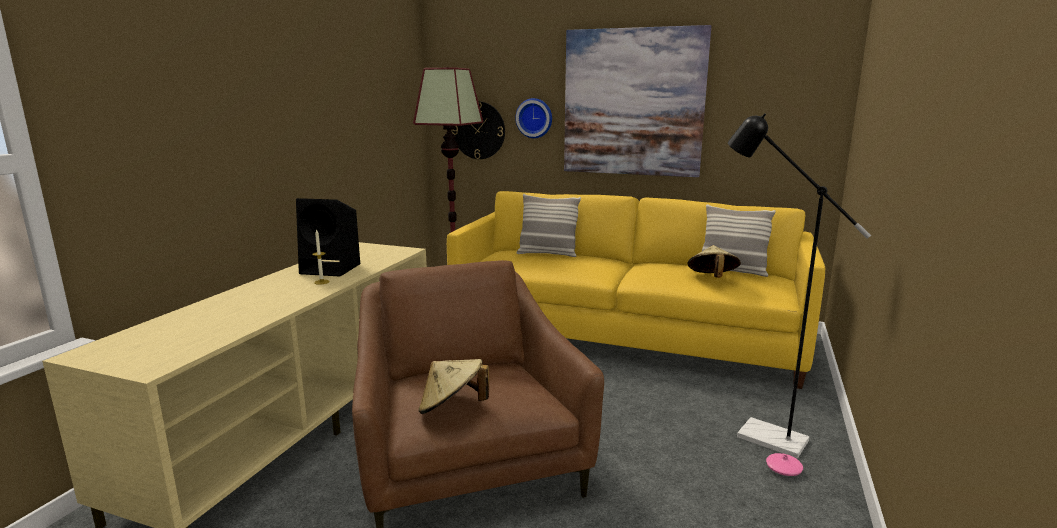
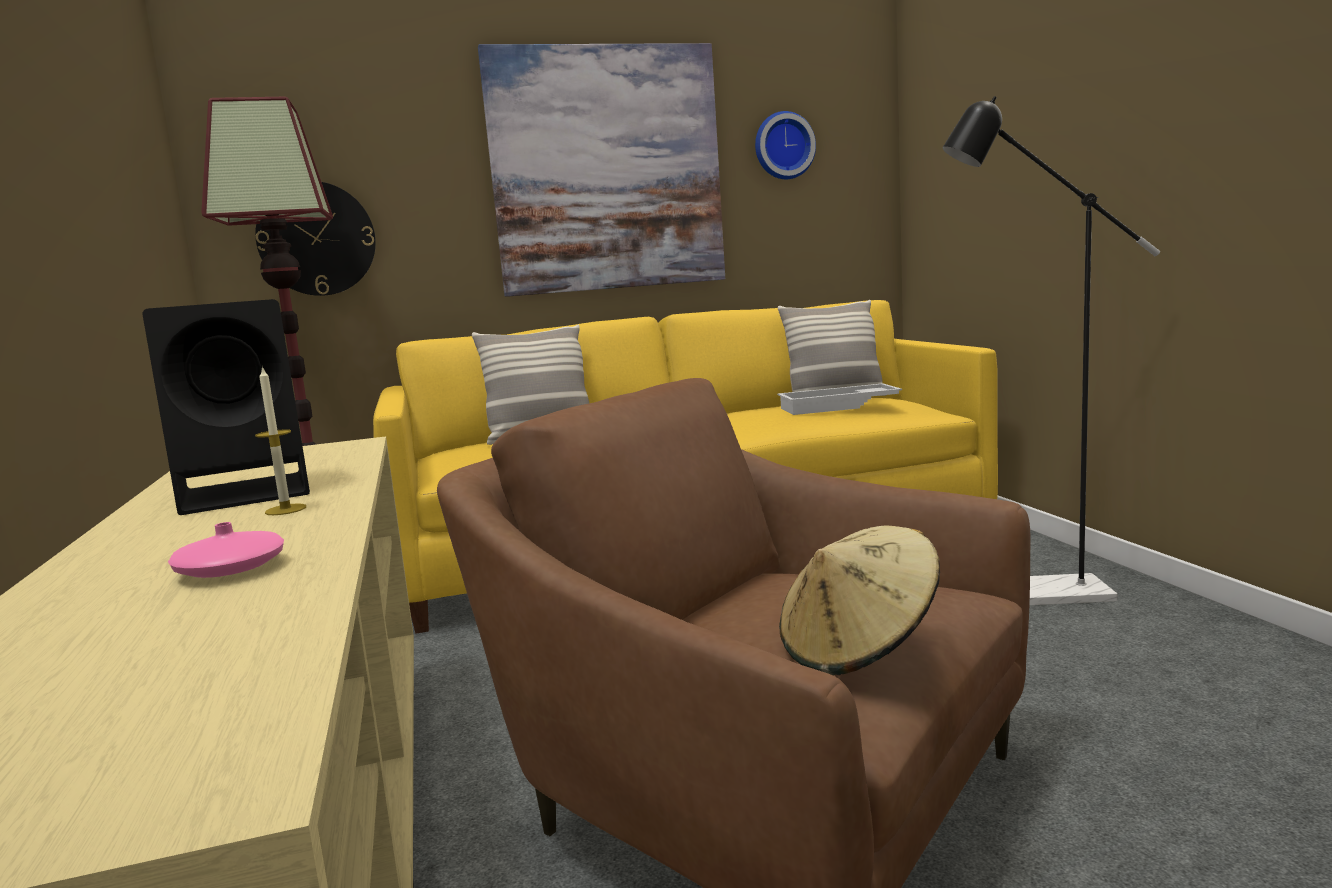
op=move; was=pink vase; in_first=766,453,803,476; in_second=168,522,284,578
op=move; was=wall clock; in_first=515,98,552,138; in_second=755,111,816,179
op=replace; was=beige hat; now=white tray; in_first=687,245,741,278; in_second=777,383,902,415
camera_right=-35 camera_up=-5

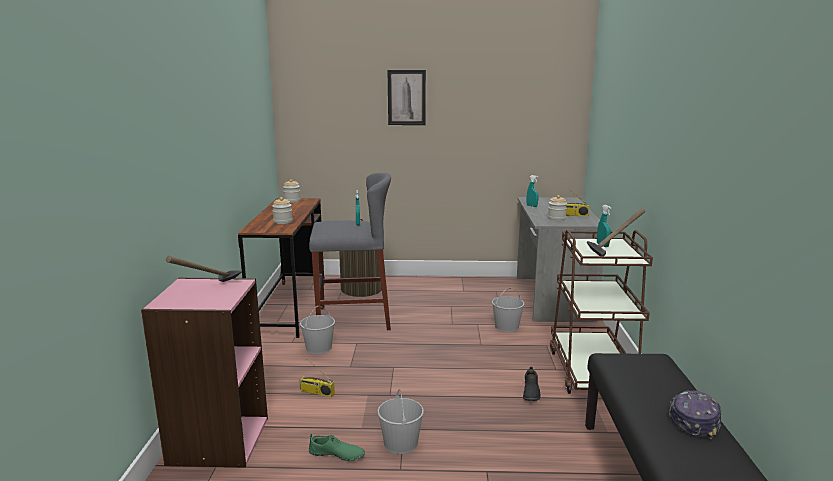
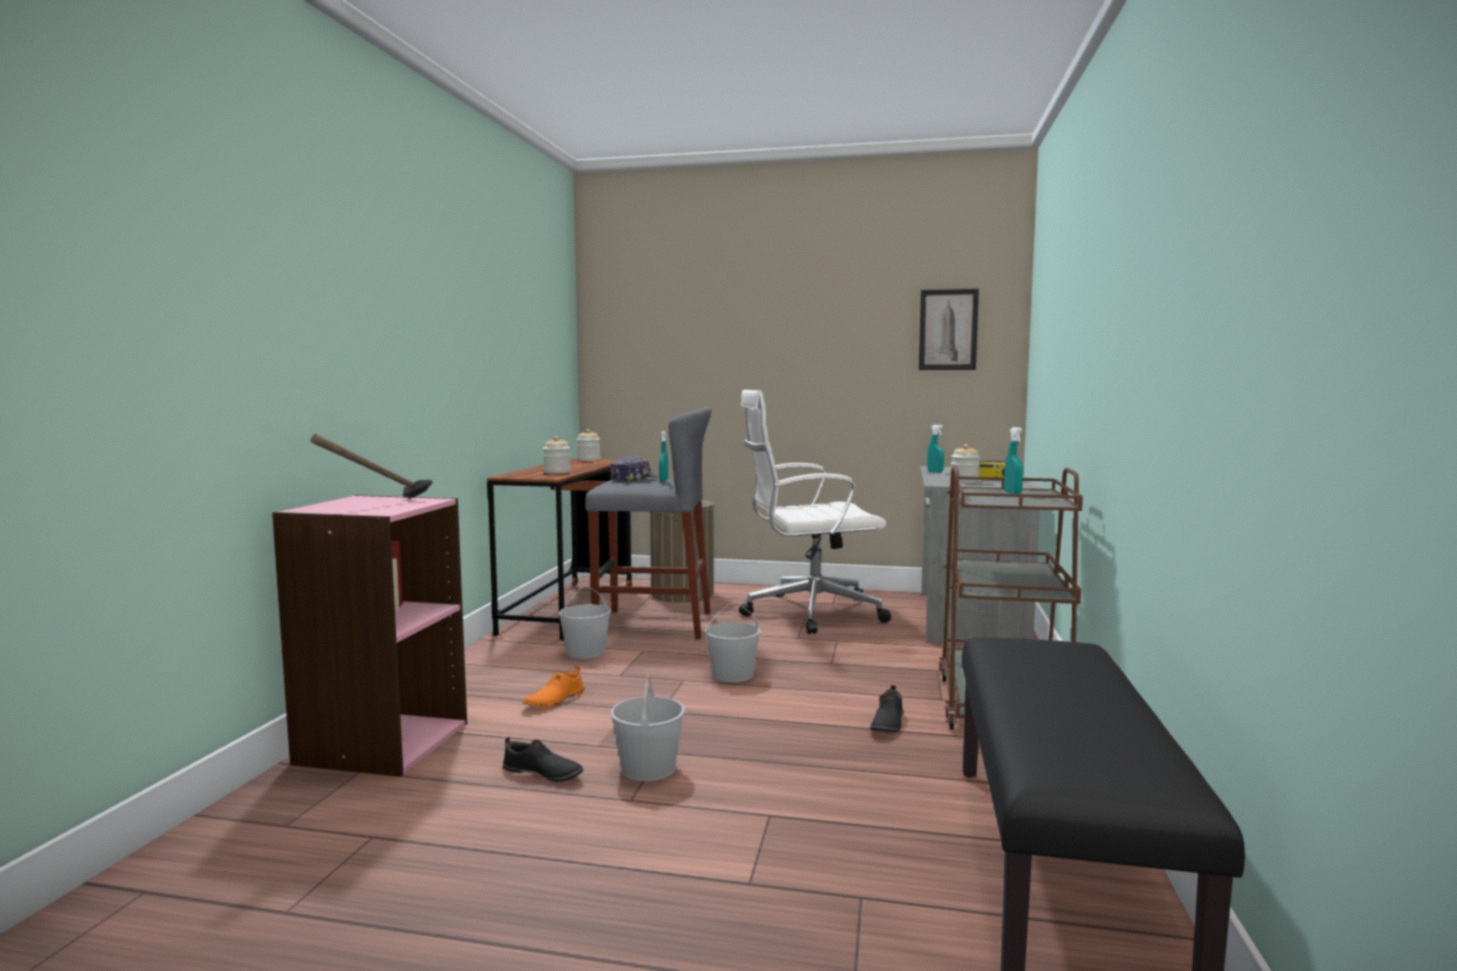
op=recolor; was=green shoe; now=black shoe; in_first=309,434,365,461; in_second=503,737,583,782
op=replace; was=radio; now=orange shoe; in_first=299,359,335,397; in_second=522,666,585,708
op=move; was=cap; in_first=669,391,722,440; in_second=610,456,658,483
op=move; was=white bucket; in_first=492,287,524,332; in_second=705,603,761,682
op=insert; now=white office chair; in_second=739,390,891,634
op=move; was=picture; in_first=388,70,426,125; in_second=919,289,979,370
op=delete; was=hammer; in_first=587,208,645,256
camera_right=10 camera_up=-10

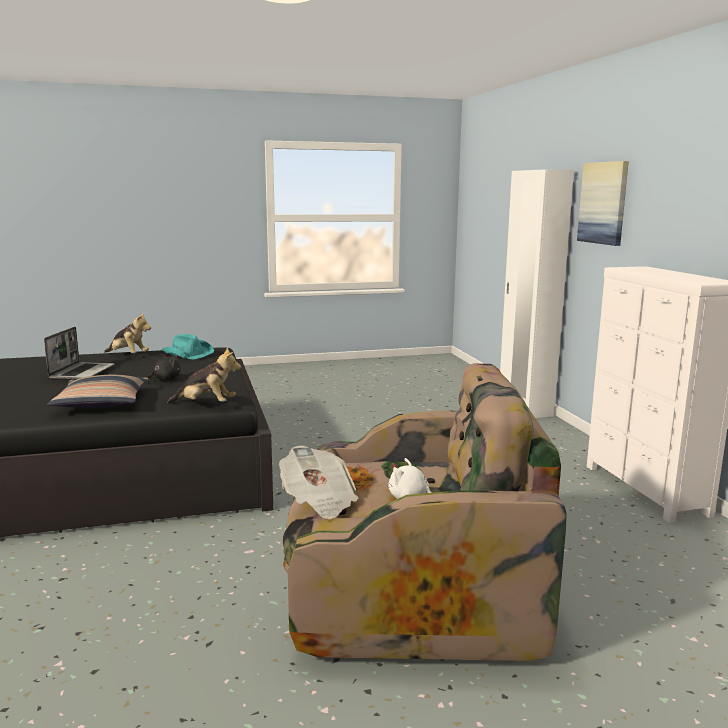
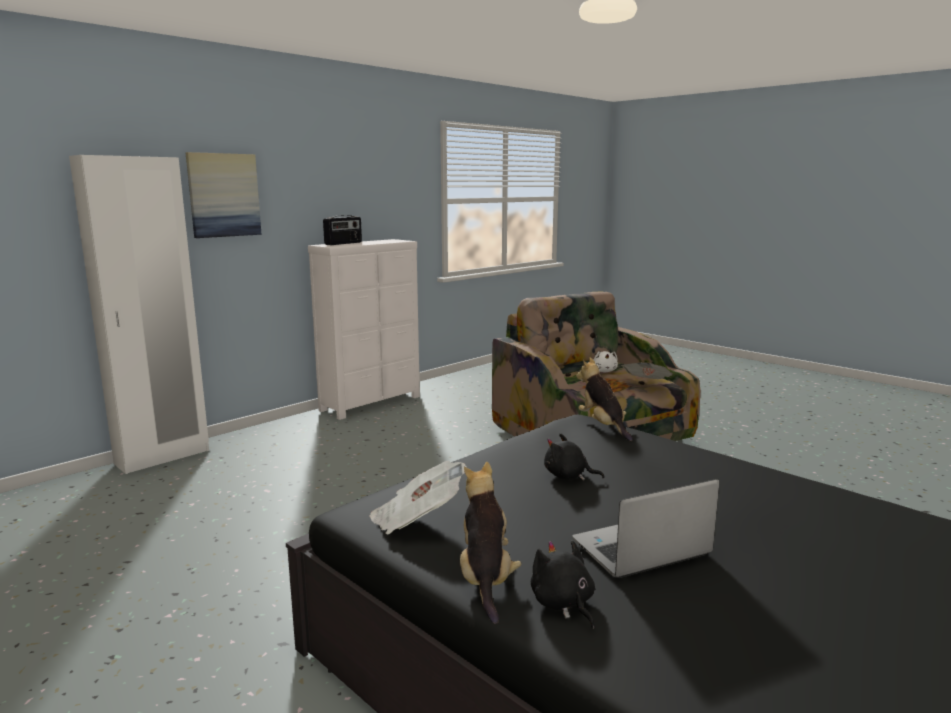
op=insert; now=radio; in_second=323,215,362,245
op=replace; was=turquoise hat; now=newspaper; in_first=161,334,214,360; in_second=369,461,467,535
op=insert; now=black plush toy; in_second=531,540,595,629
op=delete; was=pillow; in_first=47,375,149,408
camera_right=-120 camera_up=0

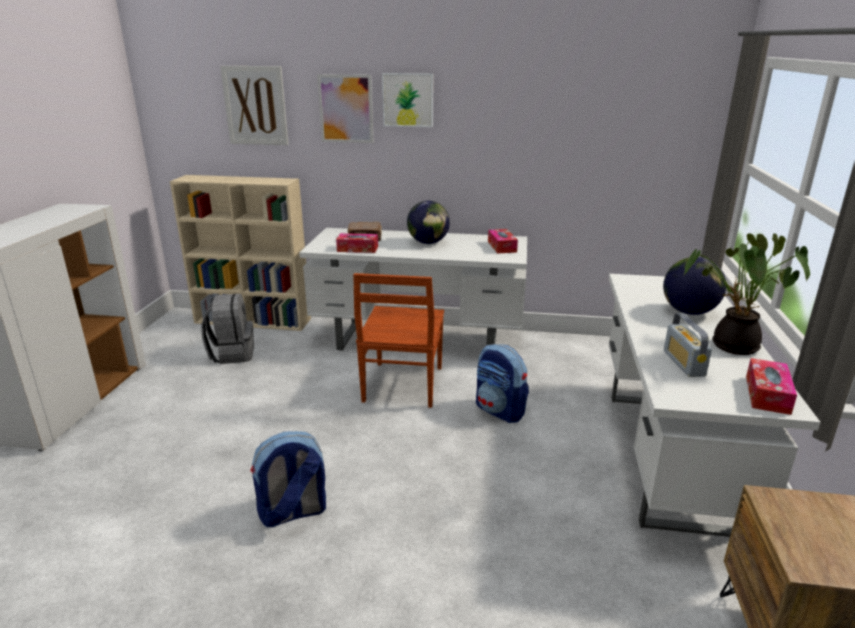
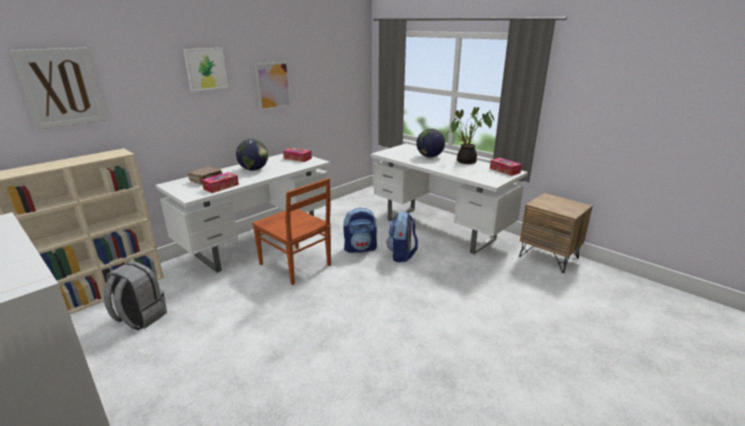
op=move; was=picture; in_first=317,74,374,143; in_second=255,61,291,111
op=move; was=backpack; in_first=250,431,326,527; in_second=387,212,418,262
op=delete; was=radio; in_first=664,313,712,377
camera_right=-55 camera_up=0

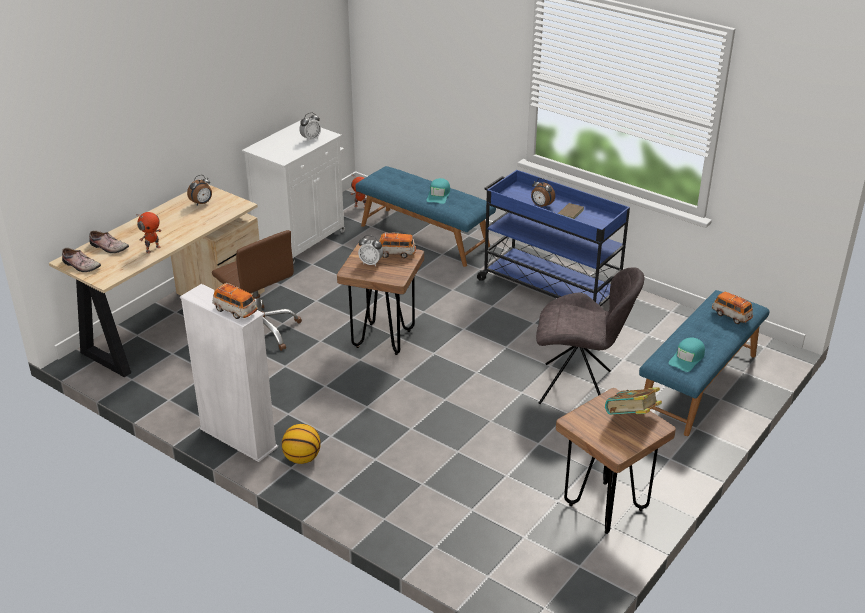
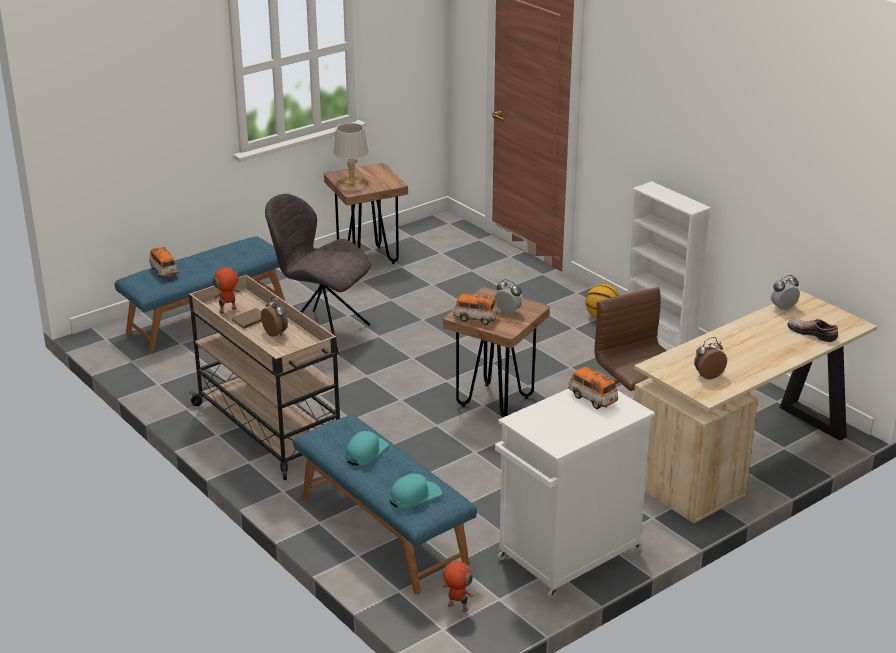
op=recolor; was=blue cart; now=beige cart; in_first=477,170,630,307; in_second=188,275,340,480
op=move; was=toy robot; in_first=136,212,161,253; in_second=213,263,241,314
op=replace; was=book; now=grey table lamp; in_first=605,387,662,415; in_second=334,123,369,184
op=move; was=turquoise cap; in_first=668,338,705,372; in_second=390,473,442,509
op=move; was=toy car; in_first=212,283,258,319; in_second=568,367,618,409
op=move; was=alarm clock; in_first=299,112,321,142; in_second=771,275,800,310
op=delete; was=shoe; in_first=62,248,101,272
camera_right=-165 camera_up=-5

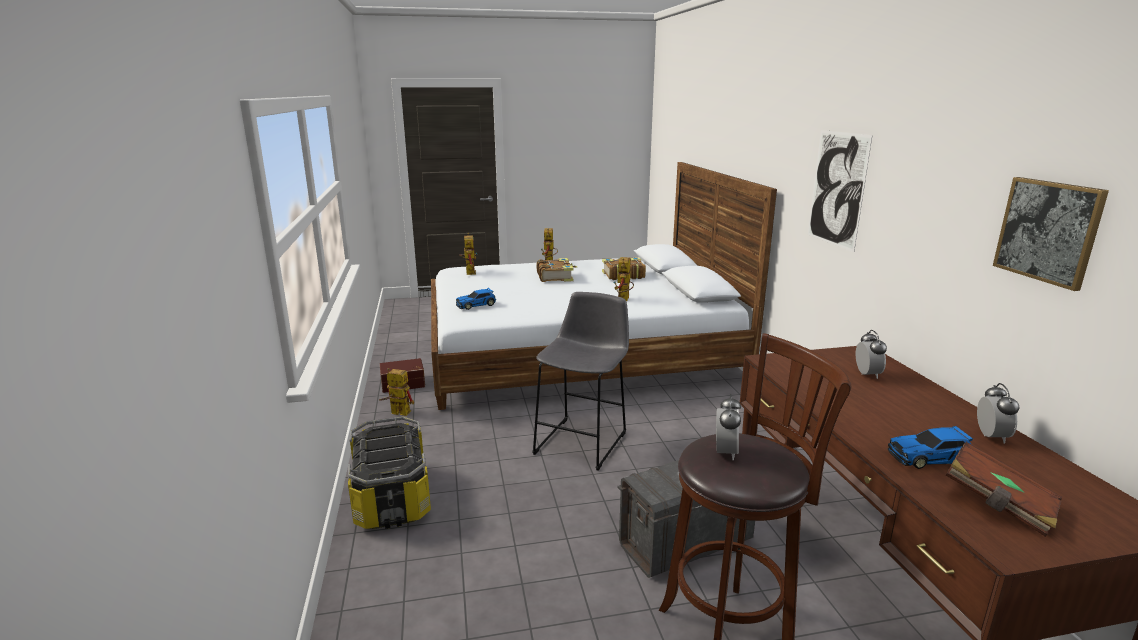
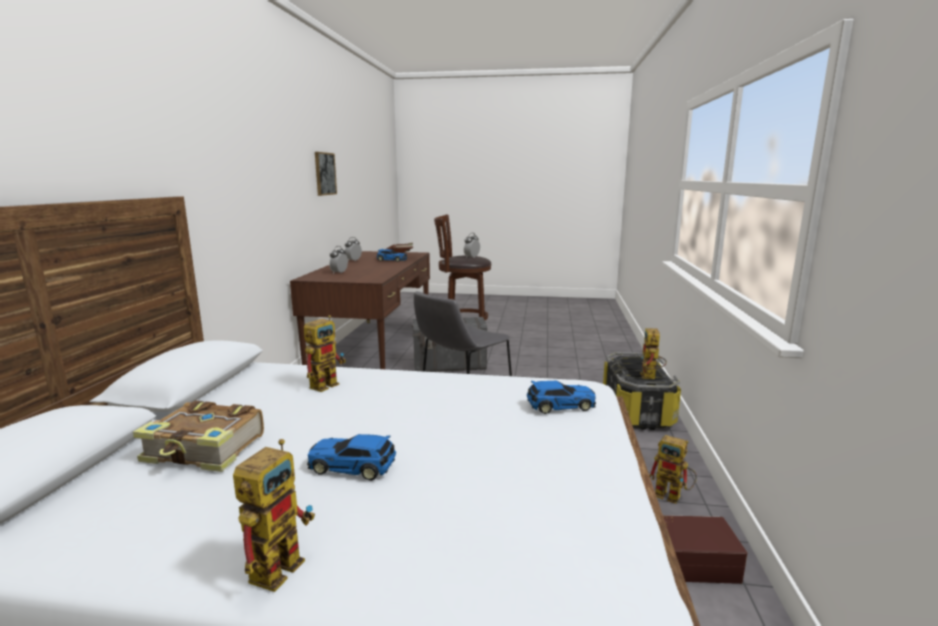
op=replace; was=book; now=toy car; in_first=537,258,578,282; in_second=307,434,396,481
op=move; was=toy robot; in_first=459,233,477,275; in_second=640,328,667,379
op=delete; was=picture; in_first=808,130,873,252
camera_right=-160 camera_up=-5

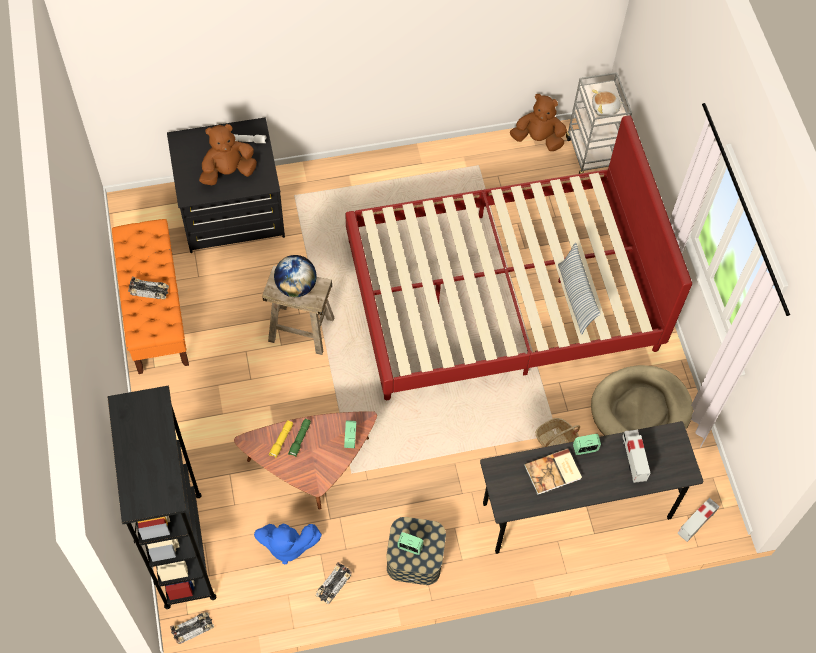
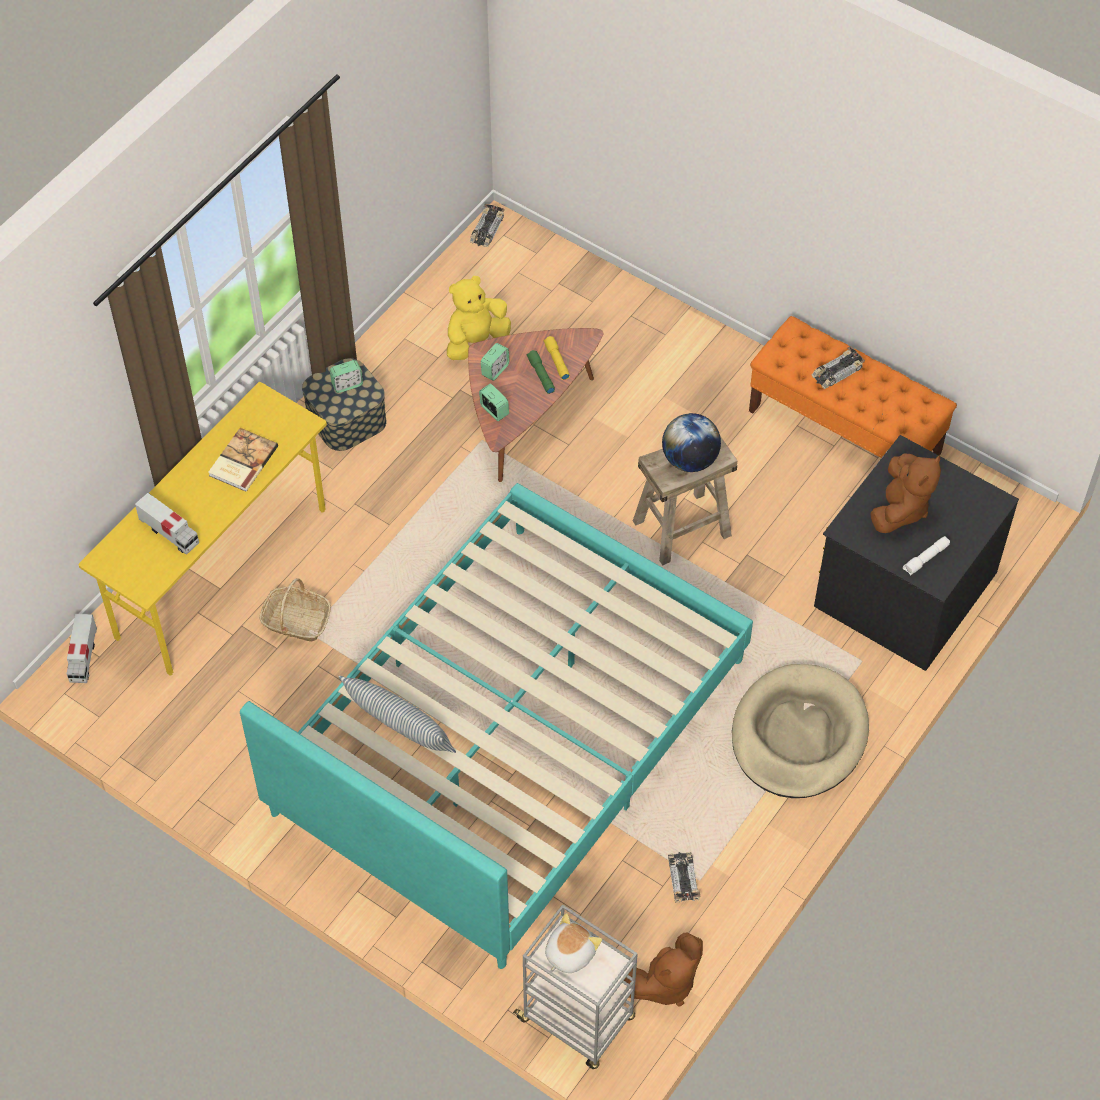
op=recolor; was=grey desk; now=yellow desk; in_first=480,421,703,554; in_second=79,382,327,676
op=recolor; was=red bed; now=turquoise bed; in_first=345,115,692,400; in_second=240,483,753,969
op=recolor; was=blue plush toy; now=yellow plush toy; in_first=254,524,322,564; in_second=447,276,511,360
op=move; was=alarm clock; in_first=573,434,601,455; in_second=481,343,509,381
op=move; was=toy car; in_first=315,562,352,605; in_second=668,852,700,903
op=move; was=beige dog bed; in_first=591,365,693,436; in_second=732,664,869,798
op=delete; was=black bookcase; in_first=107,386,216,609
camera_right=140 camera_up=-5

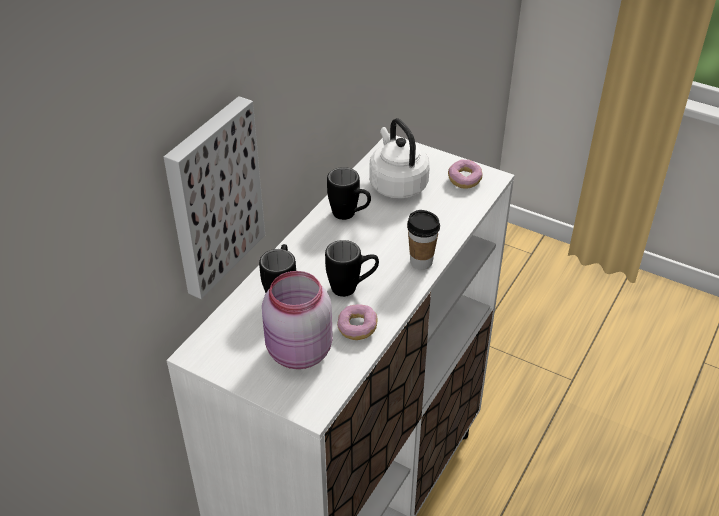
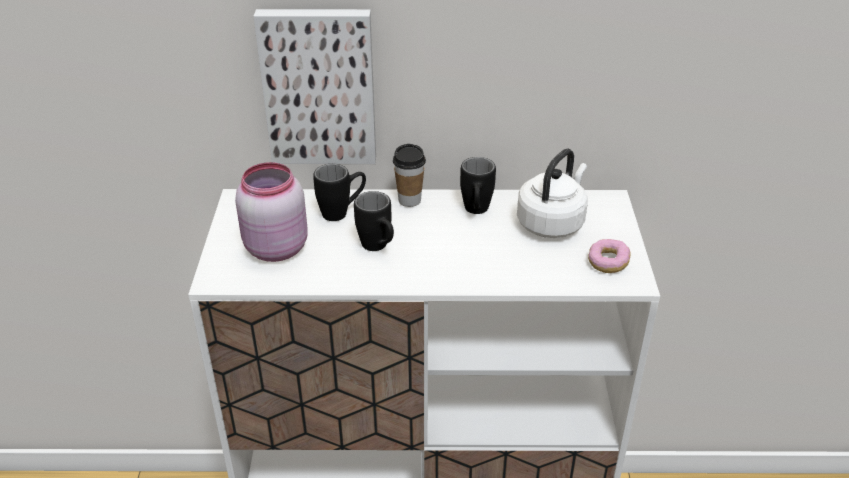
op=move; was=cup; in_first=407,210,440,270; in_second=393,144,426,207
op=delete; was=donut; in_first=337,304,378,340
camera_right=60 camera_up=-5

